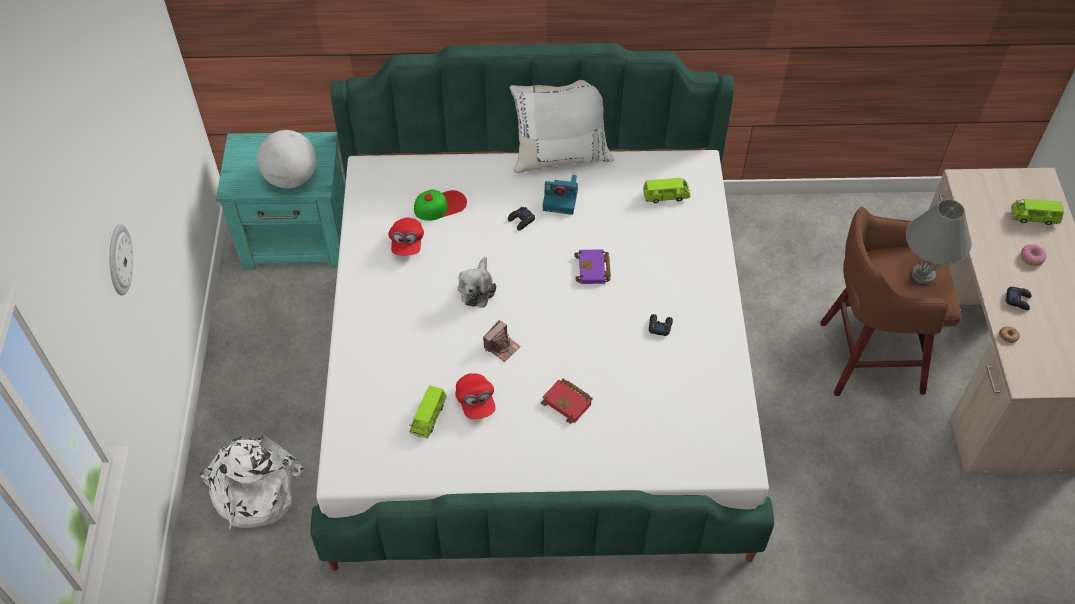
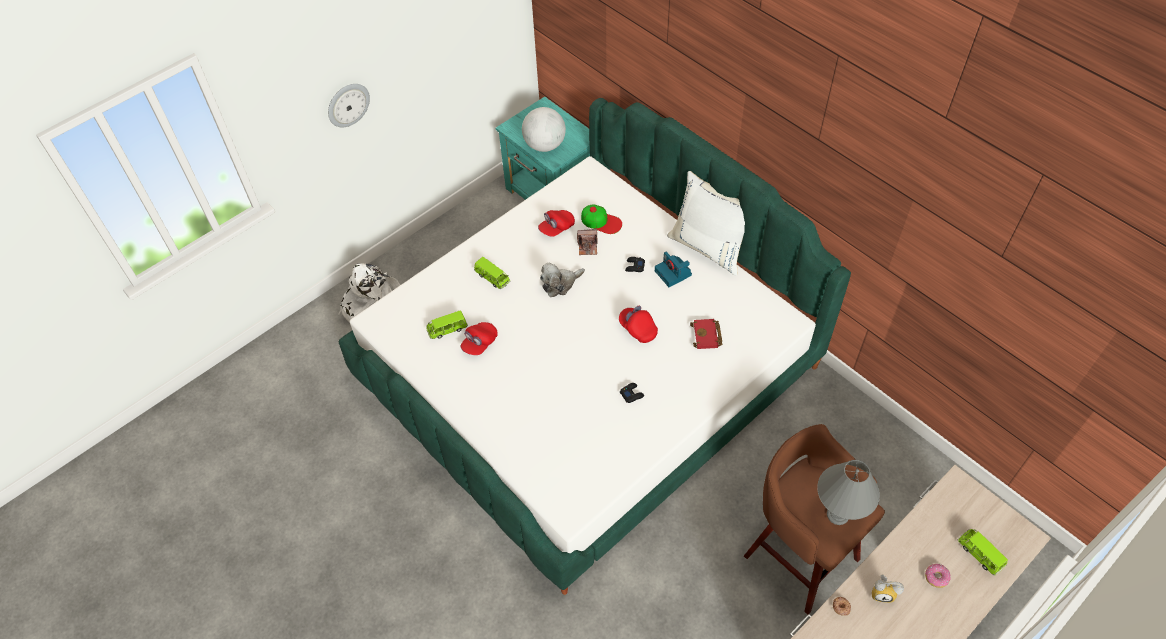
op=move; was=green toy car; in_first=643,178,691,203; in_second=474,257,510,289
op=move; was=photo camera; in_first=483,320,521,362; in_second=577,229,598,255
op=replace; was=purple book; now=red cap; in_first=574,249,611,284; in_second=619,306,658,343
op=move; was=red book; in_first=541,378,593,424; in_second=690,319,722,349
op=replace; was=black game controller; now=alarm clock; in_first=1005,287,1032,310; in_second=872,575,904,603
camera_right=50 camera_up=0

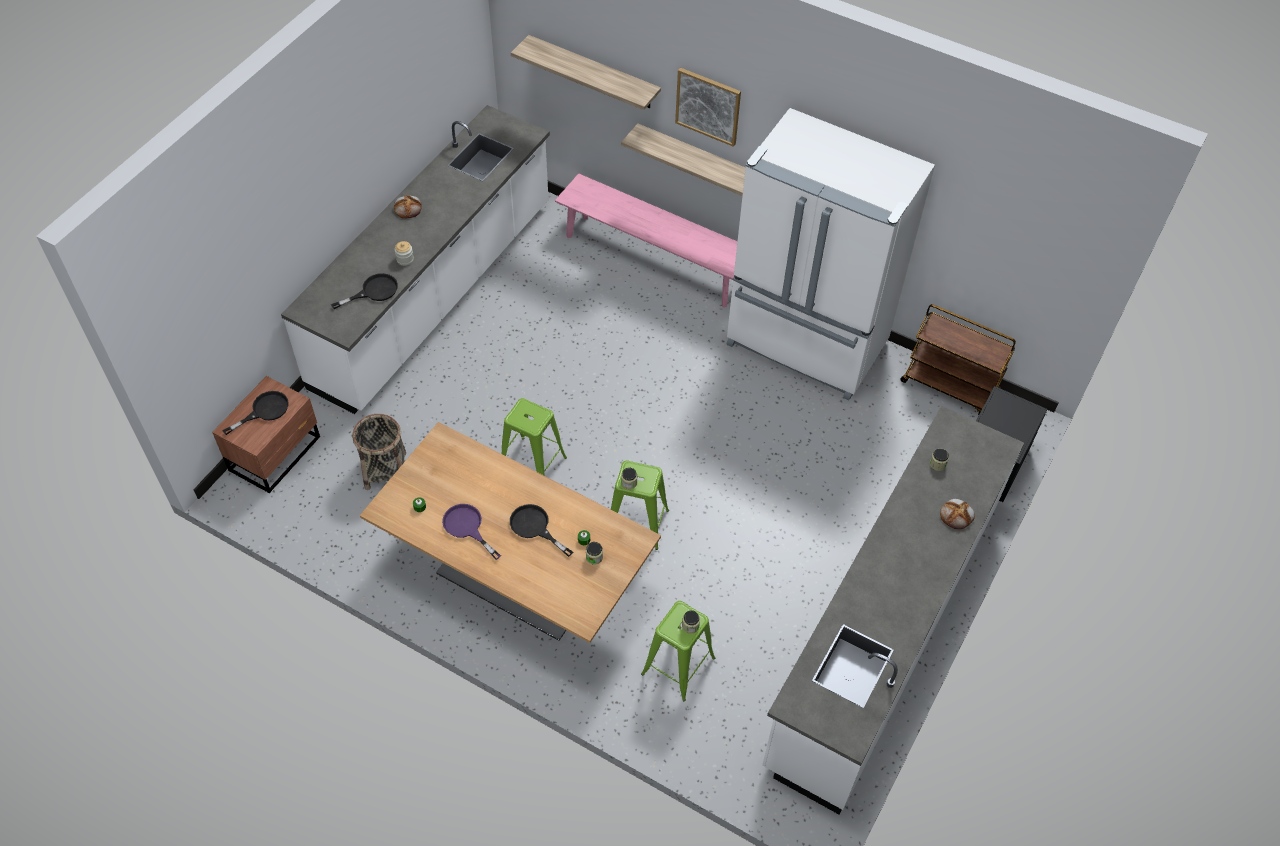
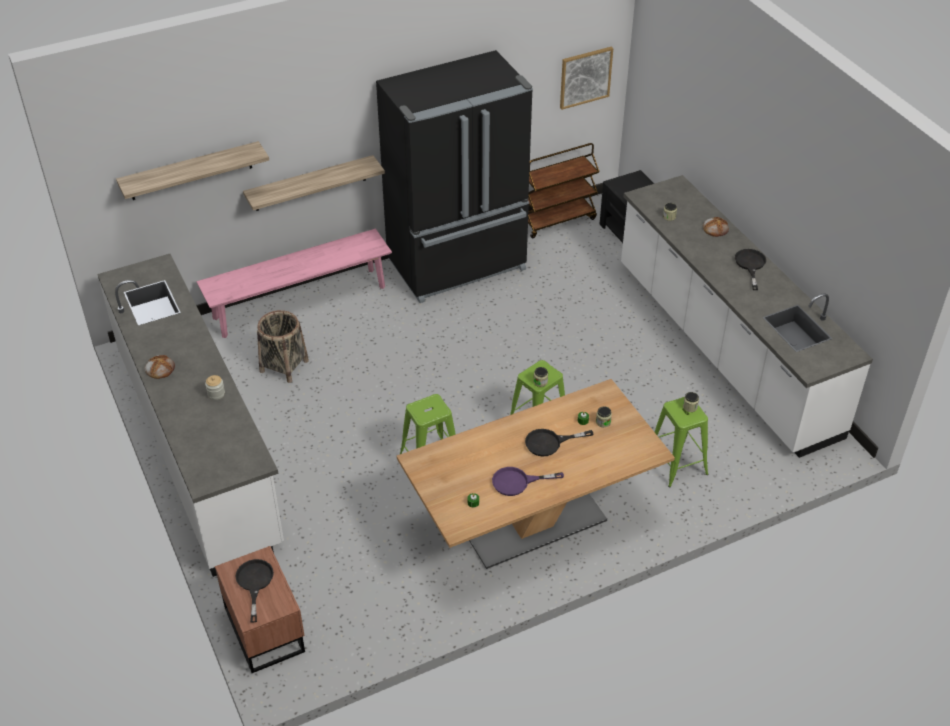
op=move; was=basket; in_first=352,414,406,490; in_second=257,310,309,383
op=recolor; was=white fridge; now=black fridge; in_first=726,108,935,400; in_second=376,50,533,303
op=move; was=picture; in_first=675,68,741,147; in_second=560,46,613,110
op=move; was=black frying pan; in_first=331,273,398,309; in_second=735,249,766,290
camera_right=-55 camera_up=-10

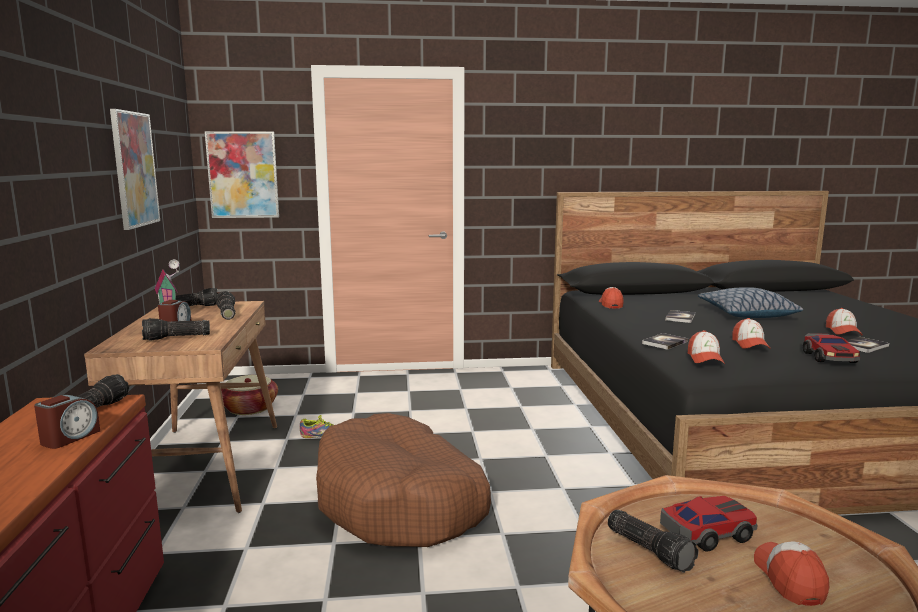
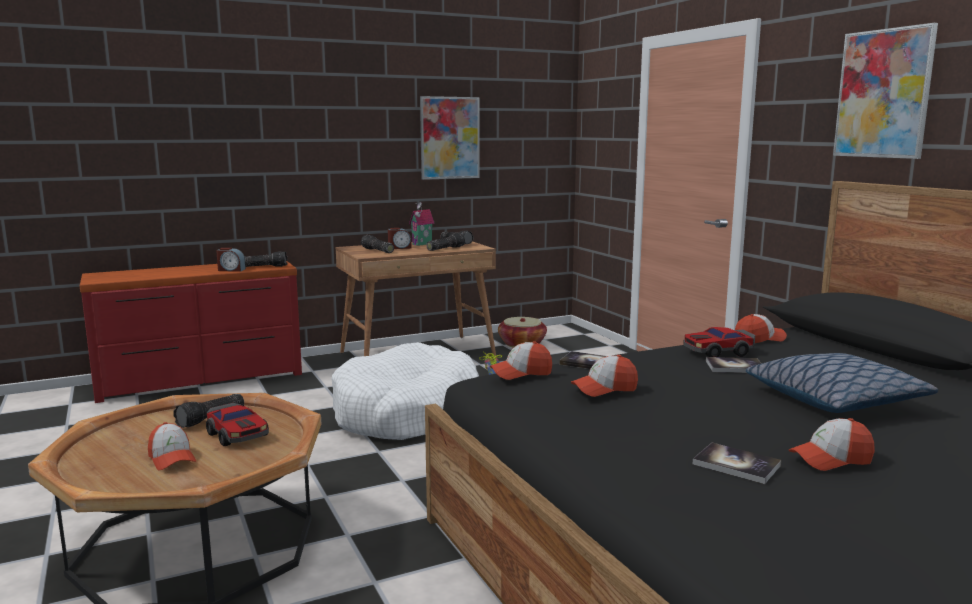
op=rotate; was=cap; in_first=754,541,829,606; in_second=148,422,196,470; clockwise=75
op=recolor; was=brown dog bed; now=white dog bed; in_first=316,413,491,547; in_second=331,342,479,440
op=move; was=toy car; in_first=803,333,860,363; in_second=684,327,755,357
op=move; was=picture; in_first=205,131,279,218; in_second=833,23,938,159
camera_right=70 camera_up=0

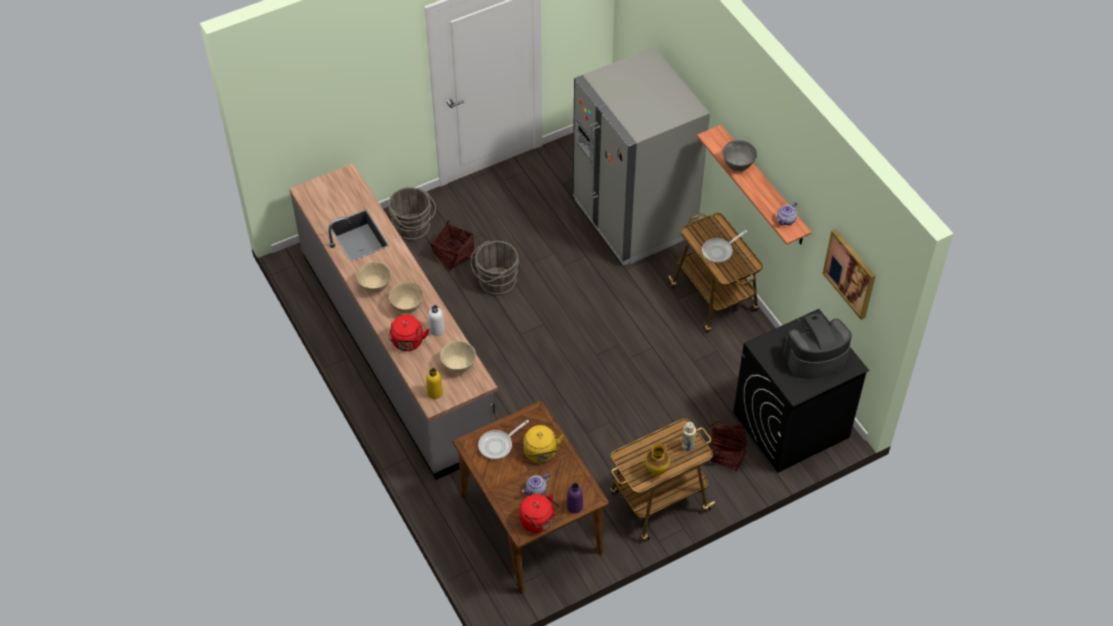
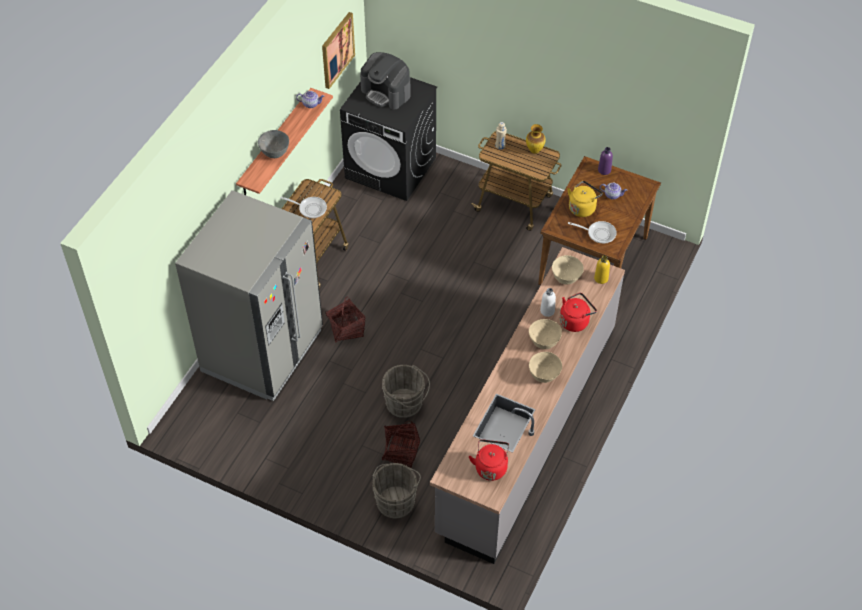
op=move; was=basket; in_first=709,421,747,471; in_second=326,296,365,343
op=move; was=red kettle; in_first=519,494,560,533; in_second=469,439,509,481
camera_right=-125 camera_up=0

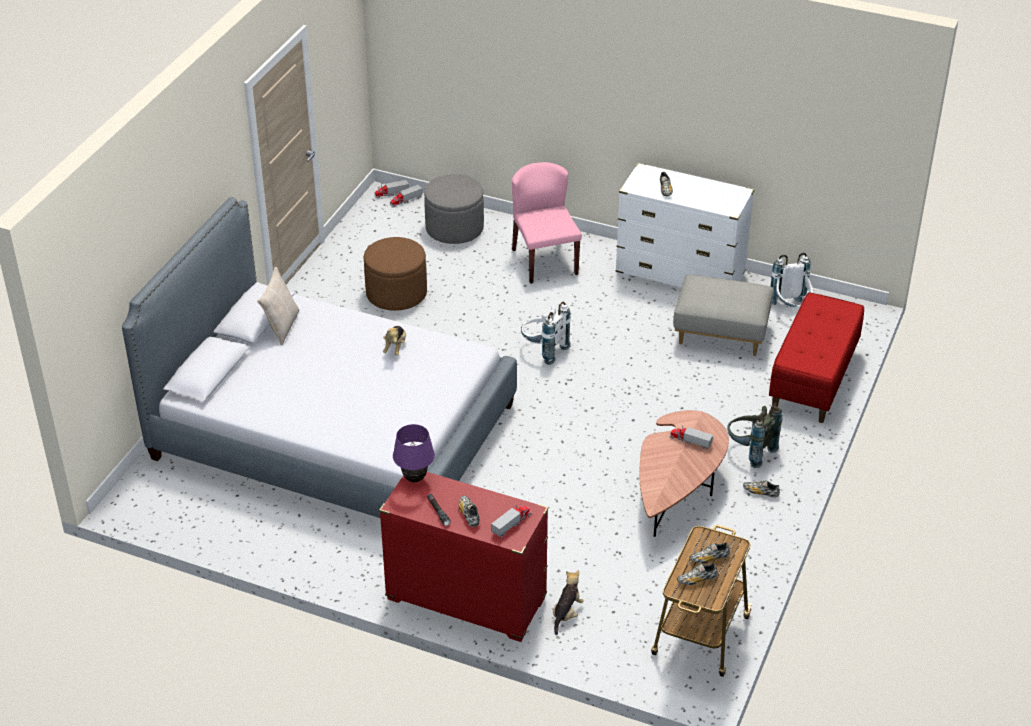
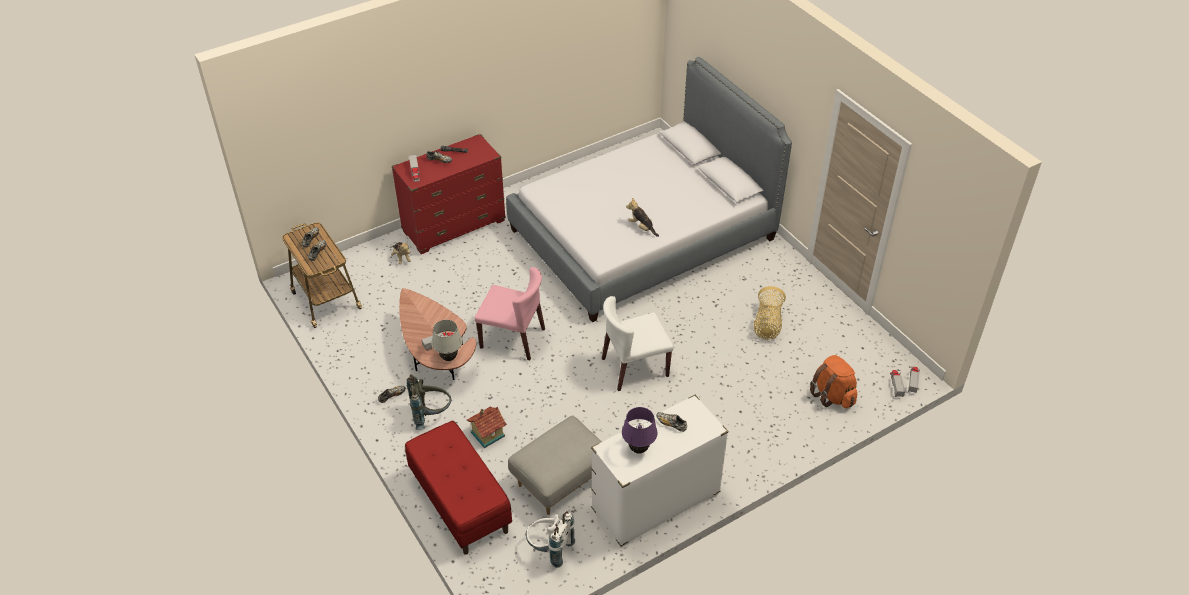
op=insert; now=white table lamp; in_second=432,320,463,361
op=insert; now=toy house; in_second=467,407,507,448
op=move; was=pink chair; in_first=512,162,582,284; in_second=474,267,545,361
op=replace; was=white backpack; now=white chair; in_first=521,302,571,365; in_second=602,296,674,391
op=move; was=purple table lamp; in_first=393,424,435,483; in_second=622,407,657,454
op=replace; was=brown ottoman; now=basket; in_first=364,237,427,311; in_second=754,286,786,340
op=replace; was=grey ottoman; now=orange backpack; in_first=424,174,484,244; in_second=810,355,857,408
op=delete; was=beige pillow; in_first=257,267,299,345
camera_right=125 camera_up=5

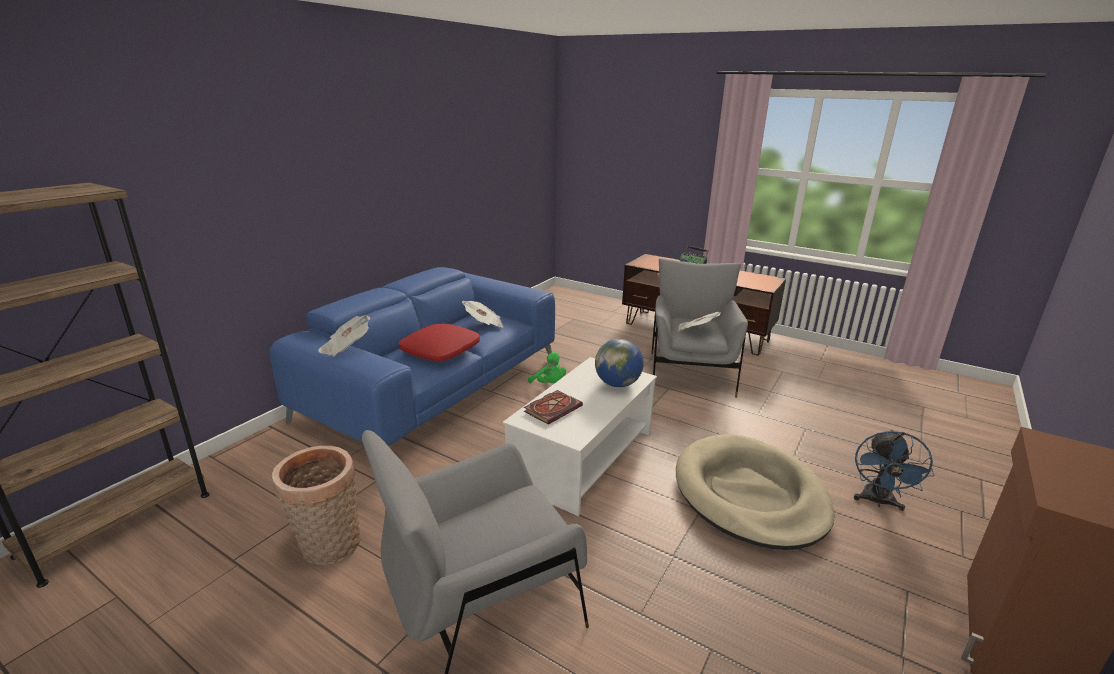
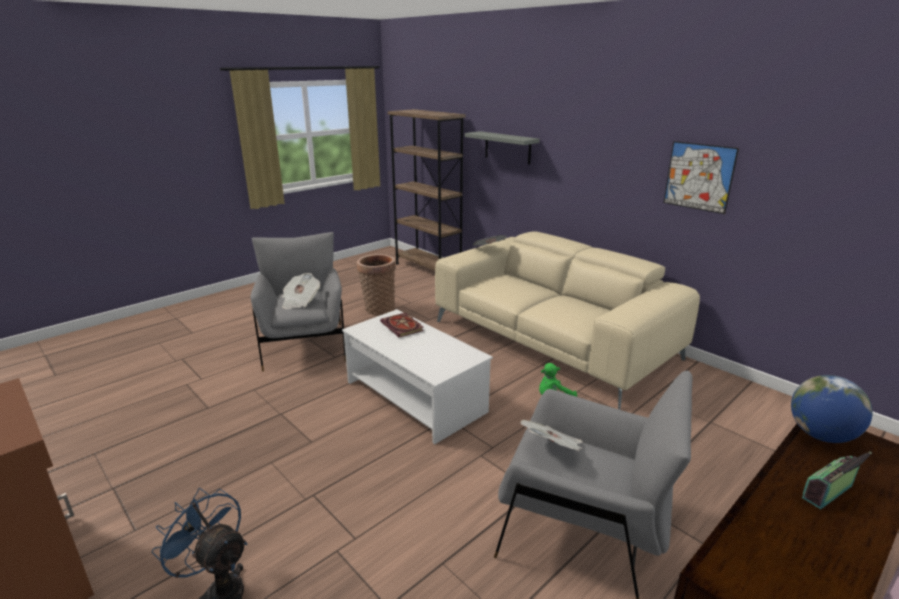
op=move; was=newspaper; in_first=462,301,503,327; in_second=282,273,320,309
op=recolor; was=blue sofa; now=beige sofa; in_first=270,267,555,446; in_second=435,231,700,410
op=insert; now=grey shelf; in_second=465,131,539,165
op=insert; now=picture; in_second=663,141,739,214
op=move; was=globe; in_first=595,339,644,387; in_second=791,375,873,443
op=delete; was=red pillow; in_first=399,323,480,361
op=delete; was=beige dog bed; in_first=676,434,834,550
camera_right=105 camera_up=0

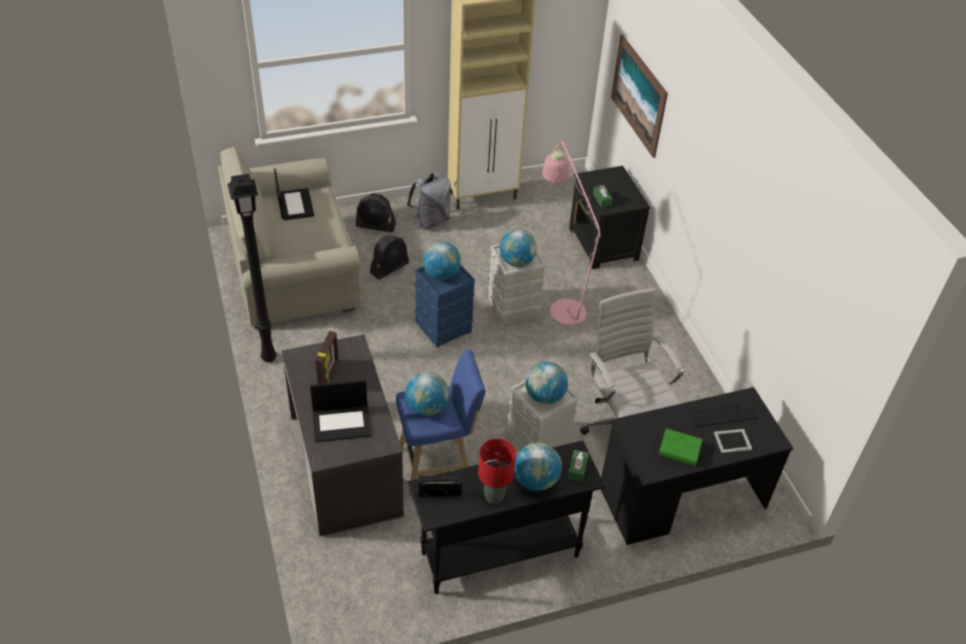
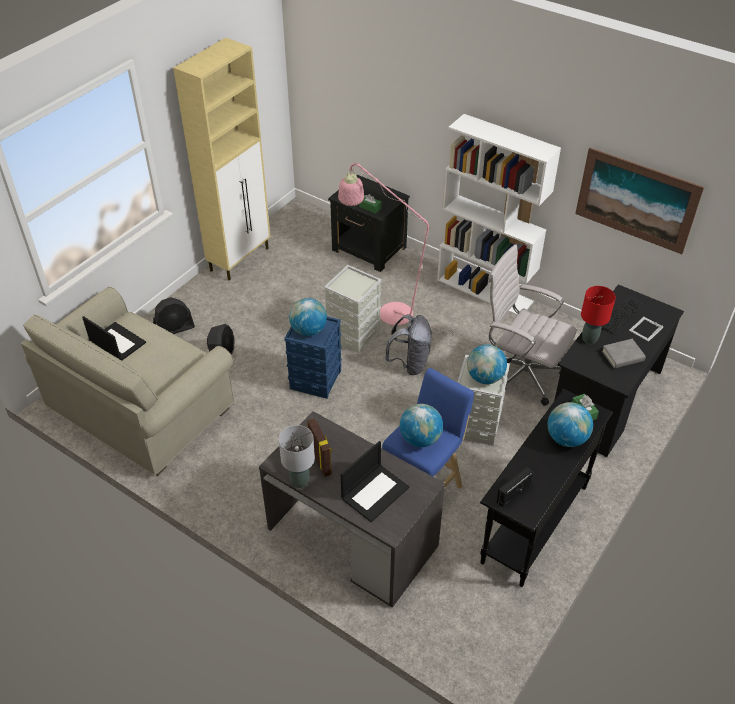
op=insert; now=grey table lamp; in_second=279,425,315,488
op=move; was=grey backpack; in_first=407,173,451,229; in_second=385,314,432,375
op=insert; now=white bookcase; in_second=437,114,561,315
op=move; was=picture; in_first=611,34,668,158; in_second=575,148,704,254
op=move; was=red table lamp; in_first=478,439,516,504; in_second=581,286,616,344
op=recolor; was=green book; now=grey book; in_first=658,428,703,466; in_second=602,339,646,369
op=delete; was=black floor lamp; in_first=227,174,277,363
op=delete; was=globe; in_first=500,229,537,267
camera_right=-35 camera_up=0

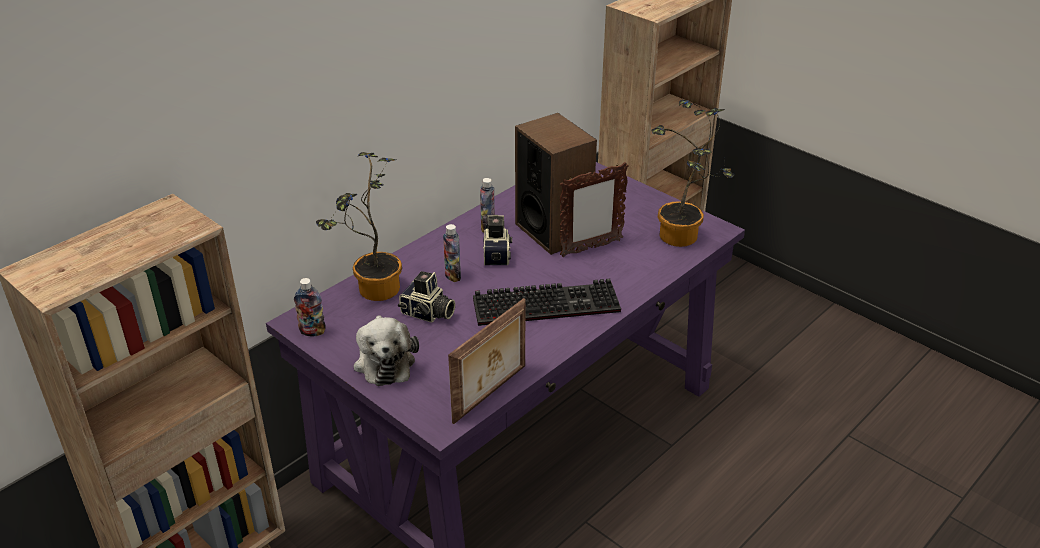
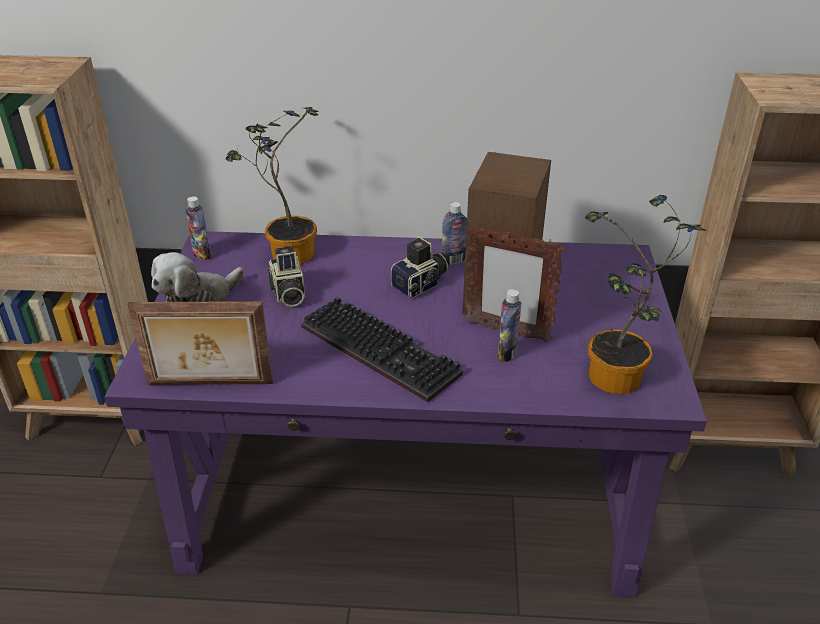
op=move; was=bottle; in_first=443,224,461,282; in_second=498,289,522,362
camera_right=50 camera_up=0

